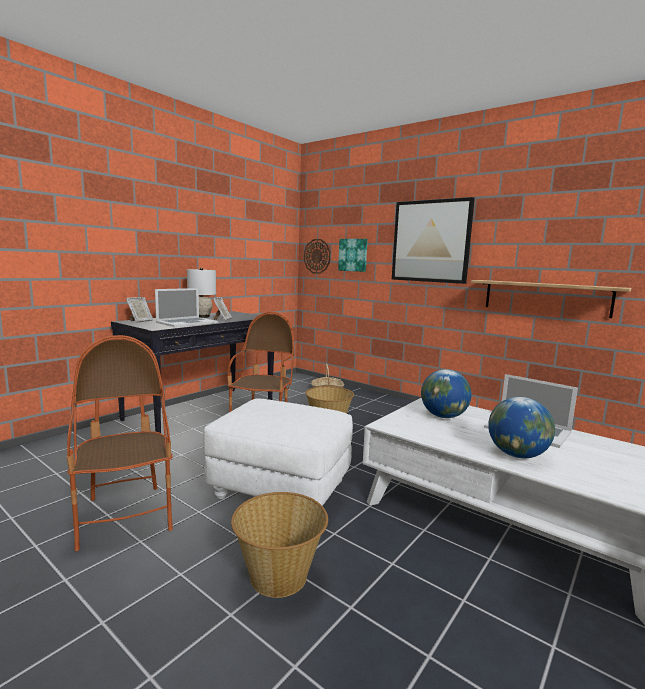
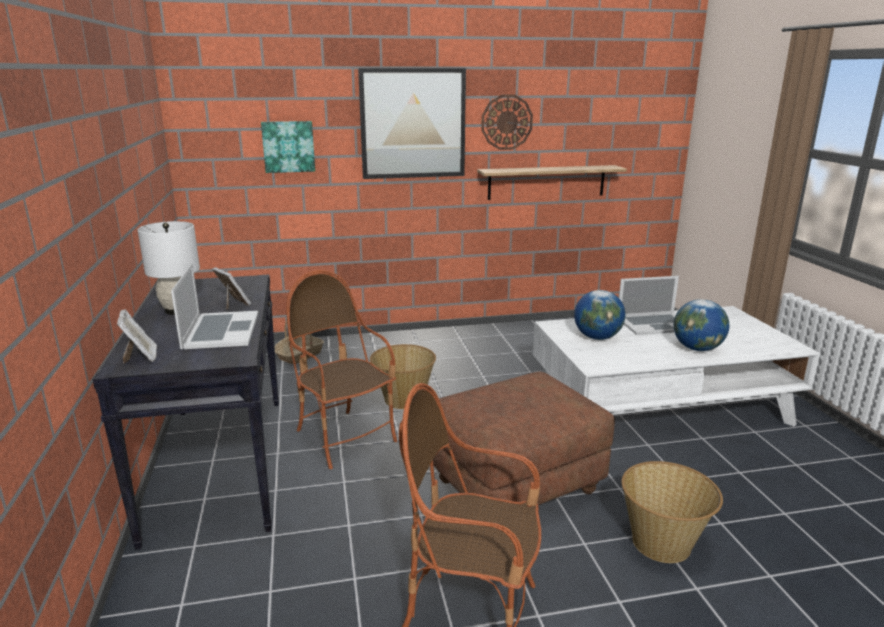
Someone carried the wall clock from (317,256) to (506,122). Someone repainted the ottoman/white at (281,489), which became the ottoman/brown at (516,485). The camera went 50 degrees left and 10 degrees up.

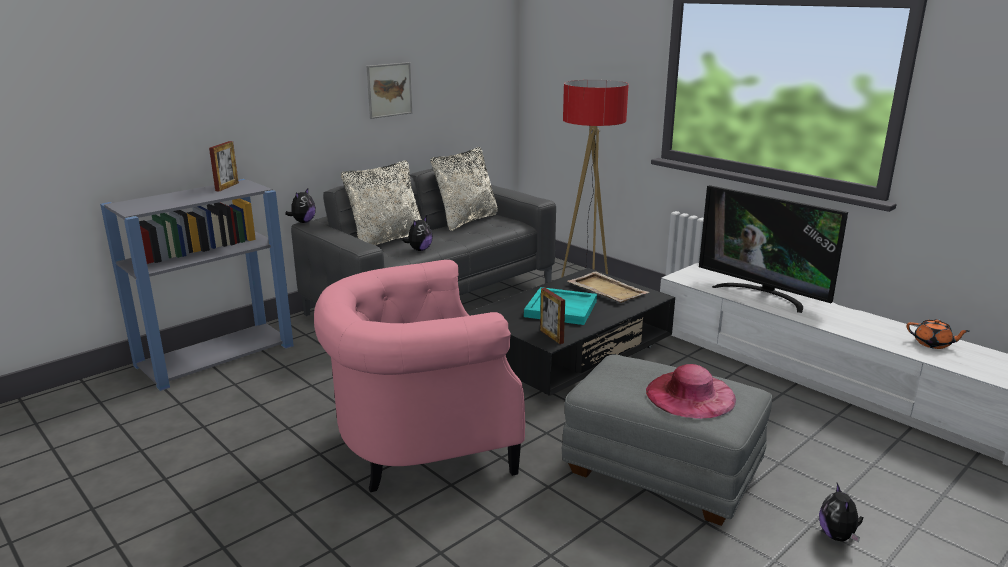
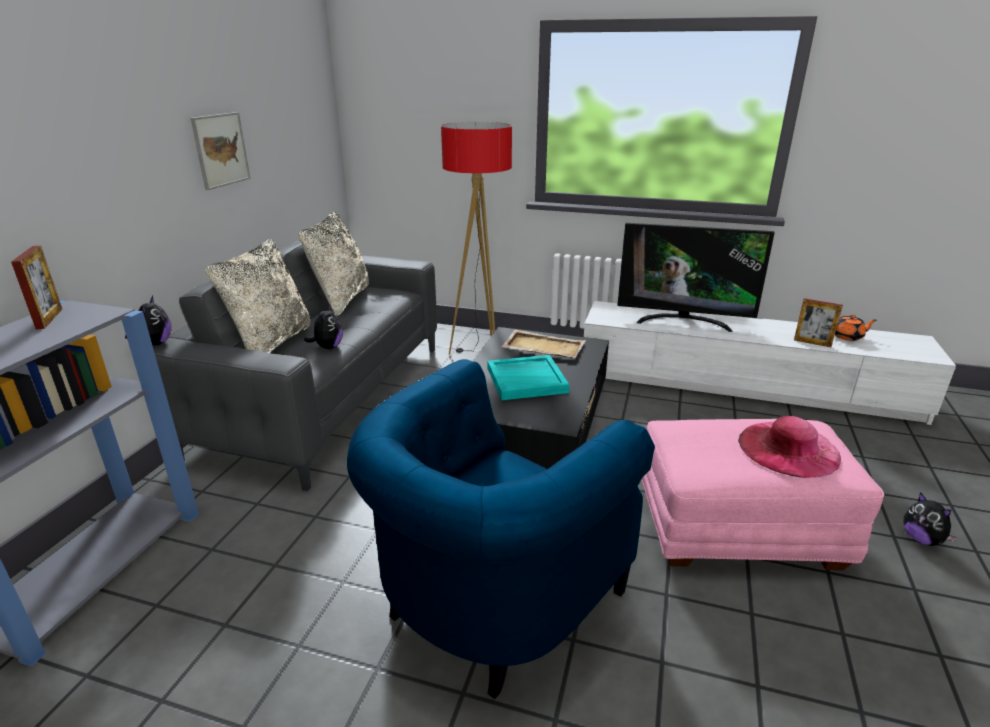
Someone repainted the armchair/pink at (421,448), which became the armchair/blue at (493,602). Someone carried the picture frame from (551,336) to (812,343). Someone repainted the ottoman/grey at (662,471), which became the ottoman/pink at (738,529). The camera went 30 degrees left and 5 degrees up.

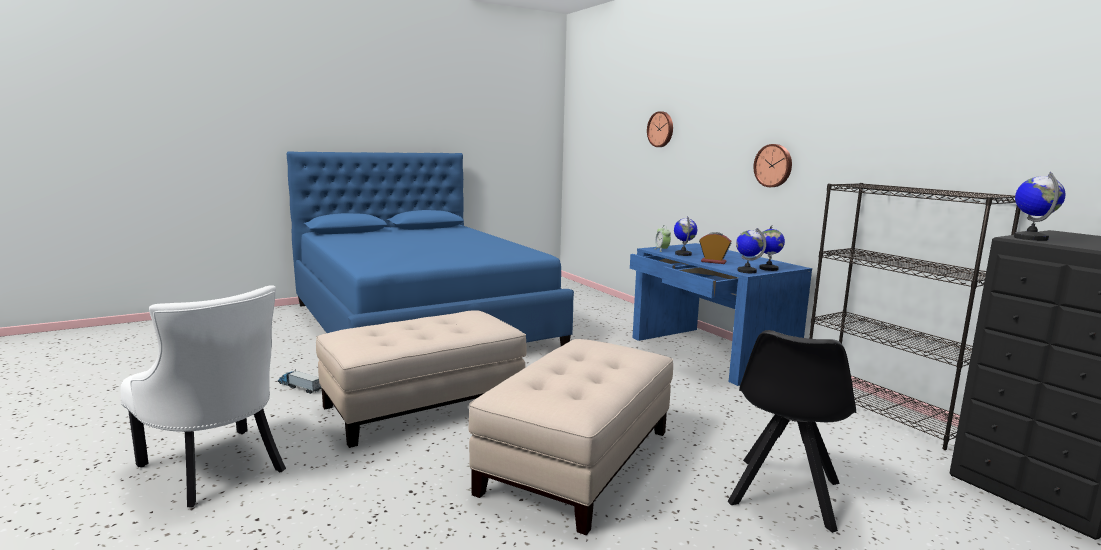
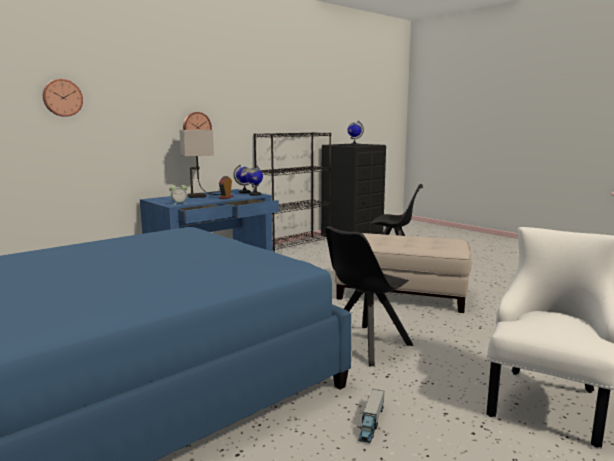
Someone took away the globe at (683,254). Someone swapped the ottoman/beige at (424,405) for the chair/black at (365,345). Someone put down the table lamp at (207,195). The camera went 100 degrees left and 0 degrees up.

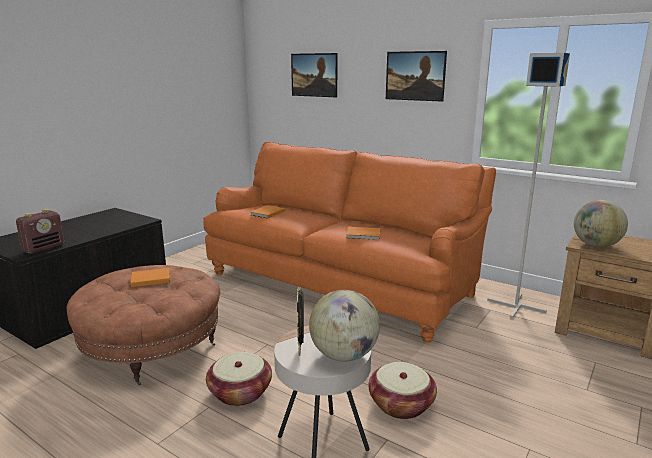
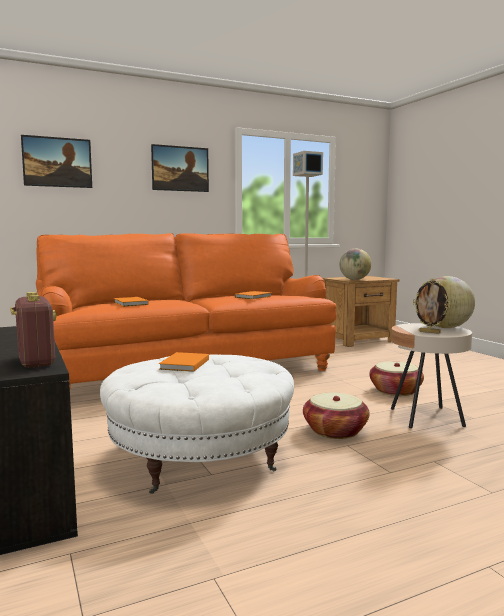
Someone repainted the ottoman/brown at (152,348), which became the ottoman/white at (200,457). The camera went 60 degrees left and 10 degrees down.

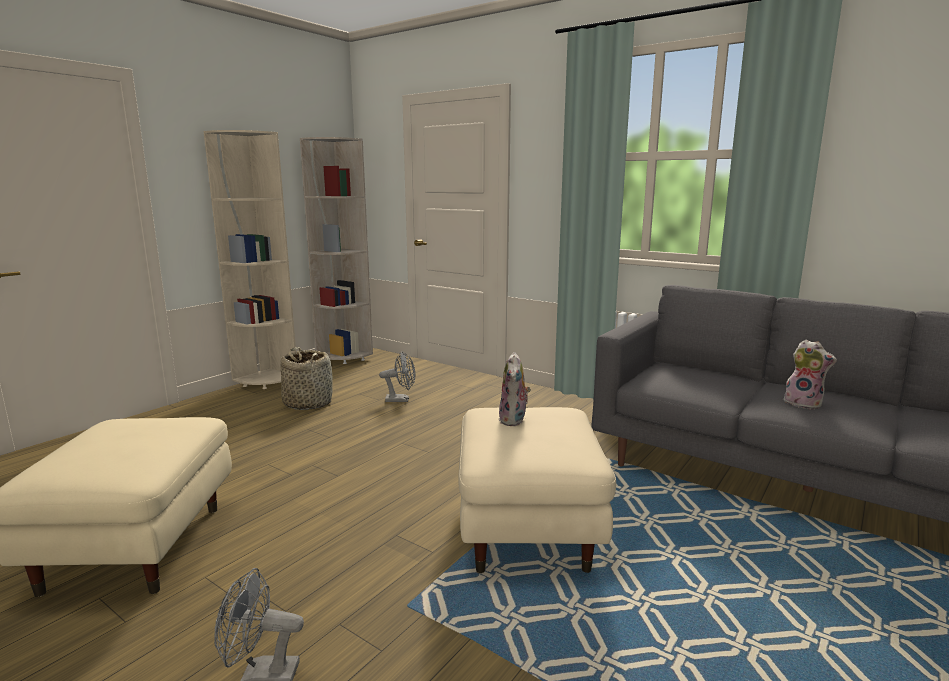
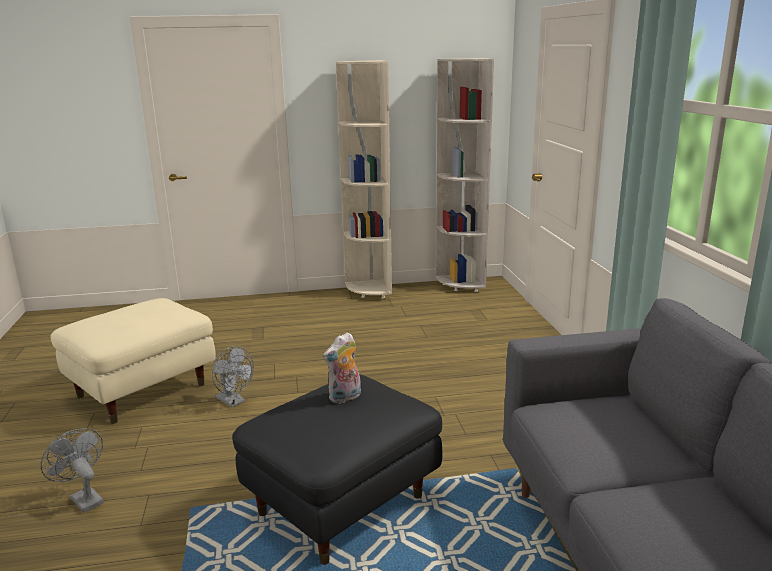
Someone took away the plush toy at (804,403). Someone took away the basket at (308,403). Someone carried the fan/grey from (401,399) to (234,401). Someone repainted the ottoman/beige at (527,529), which became the ottoman/black at (343,504). The camera went 45 degrees right and 5 degrees up.

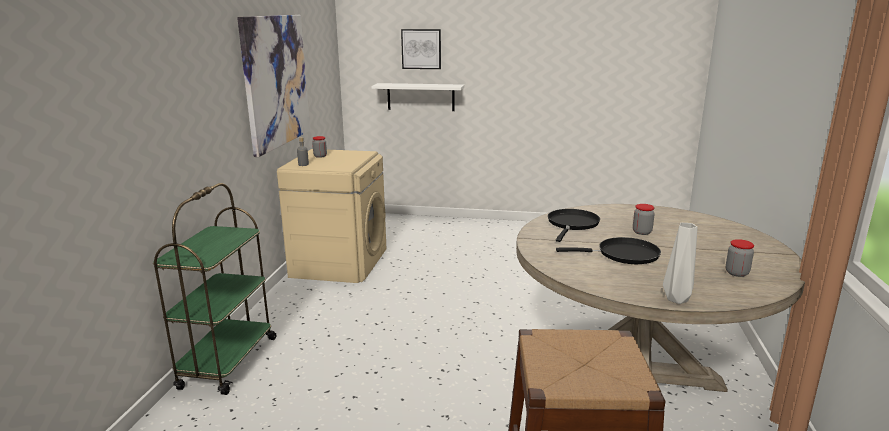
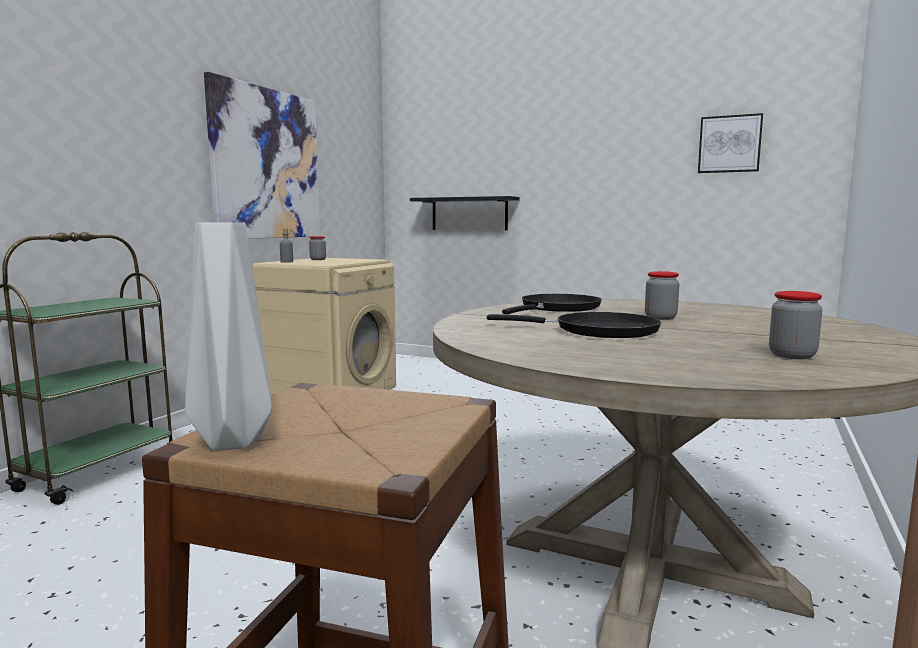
Someone carried the picture from (421,49) to (729,144). Someone repainted the shelf/white at (420,97), which became the shelf/black at (469,214). Someone carried the vase/grey from (676,299) to (236,441). The camera went 15 degrees right and 10 degrees down.

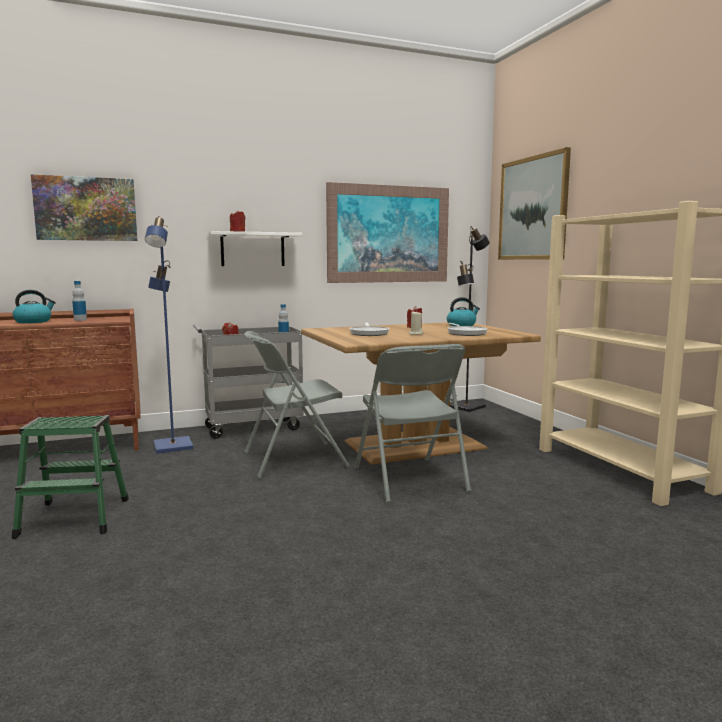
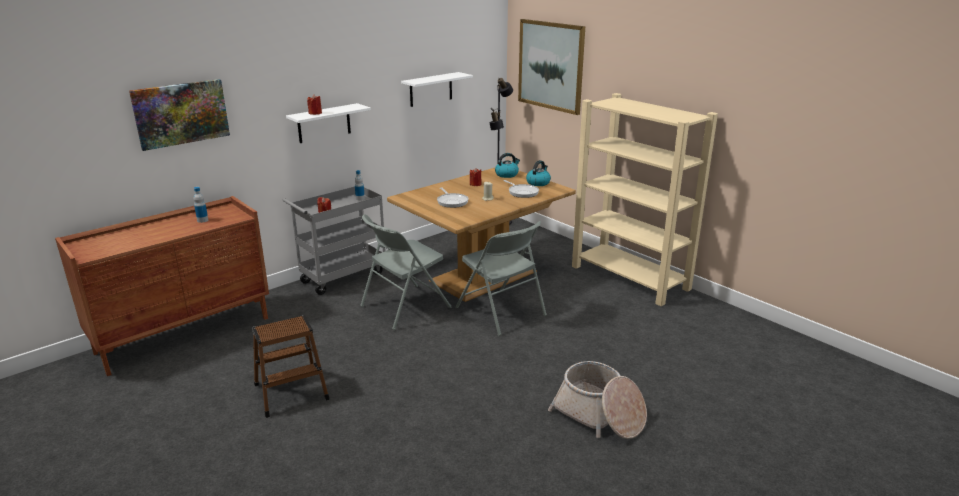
Someone swapped the picture at (389,234) for the shelf/white at (431,89). Someone took away the floor lamp/blue at (173,446). Someone carried the kettle from (33,321) to (538,183). Someone repainted the step ladder/green at (74,517), which became the step ladder/brown at (290,391). Someone put down the basket at (599,415). The camera went 20 degrees left and 15 degrees up.

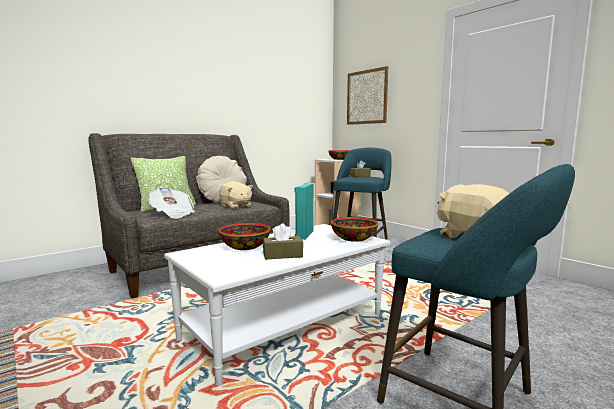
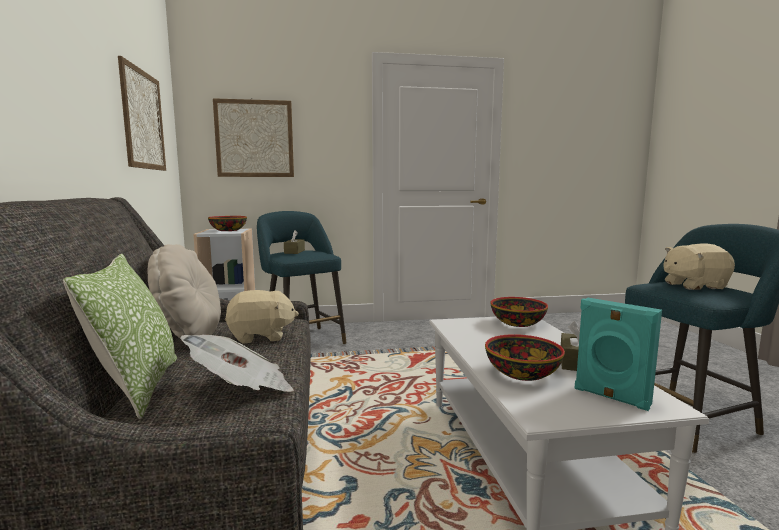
Someone carried the speaker/turquoise from (303,235) to (611,397). Someone put up the picture at (142,118). The camera went 60 degrees left and 0 degrees up.

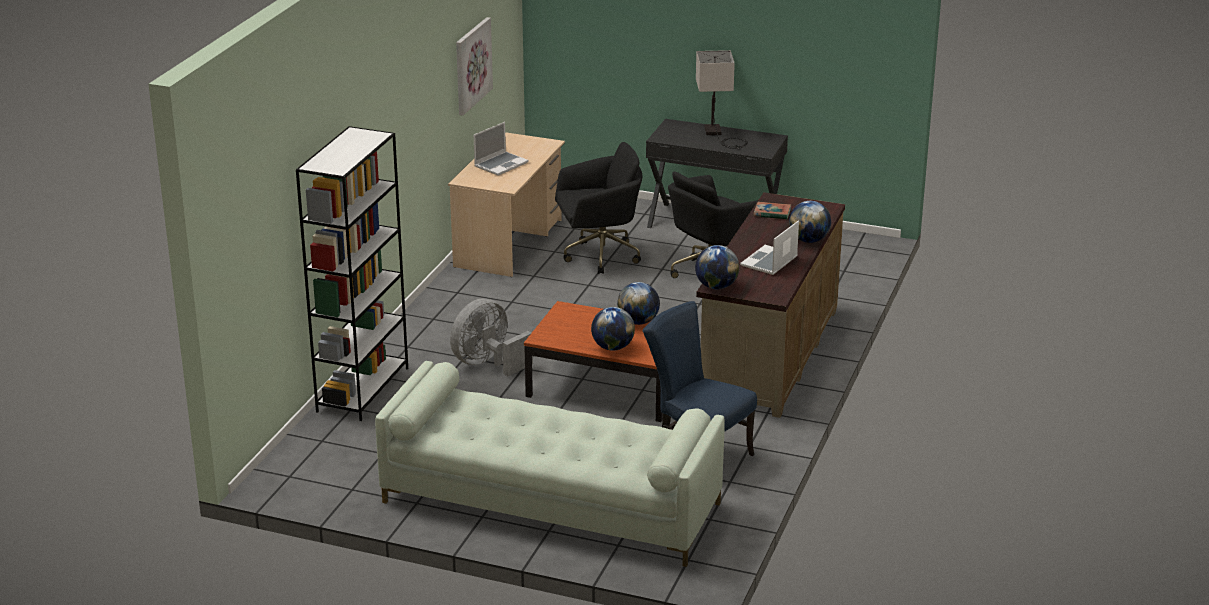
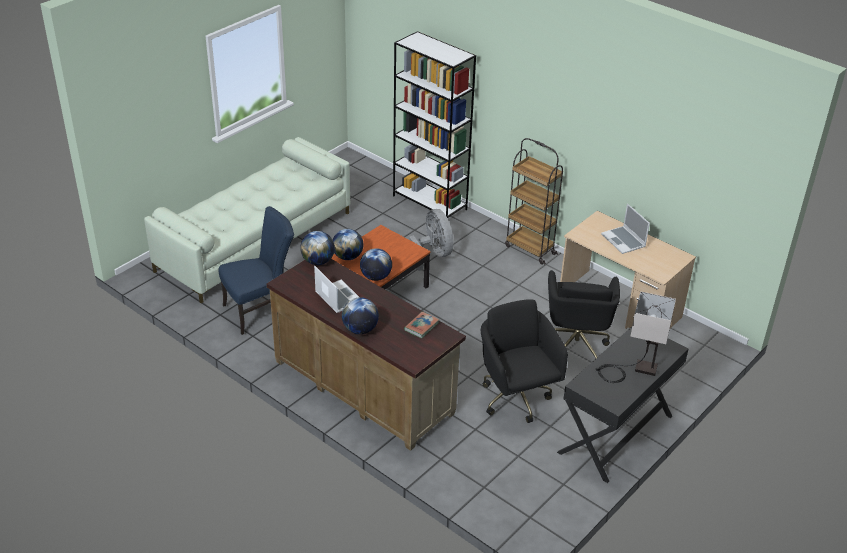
Someone took away the picture at (472,65). Someone put down the cart/brown at (530,250). The camera went 110 degrees right and 10 degrees up.

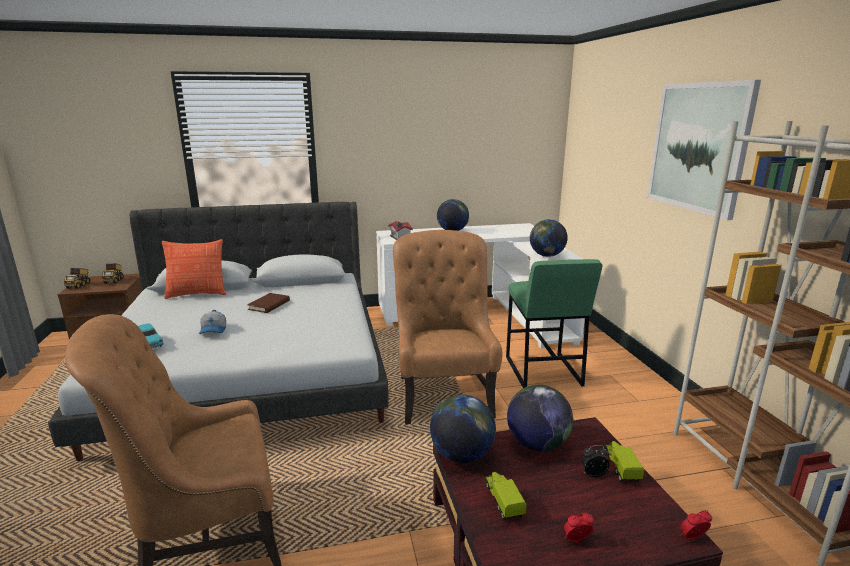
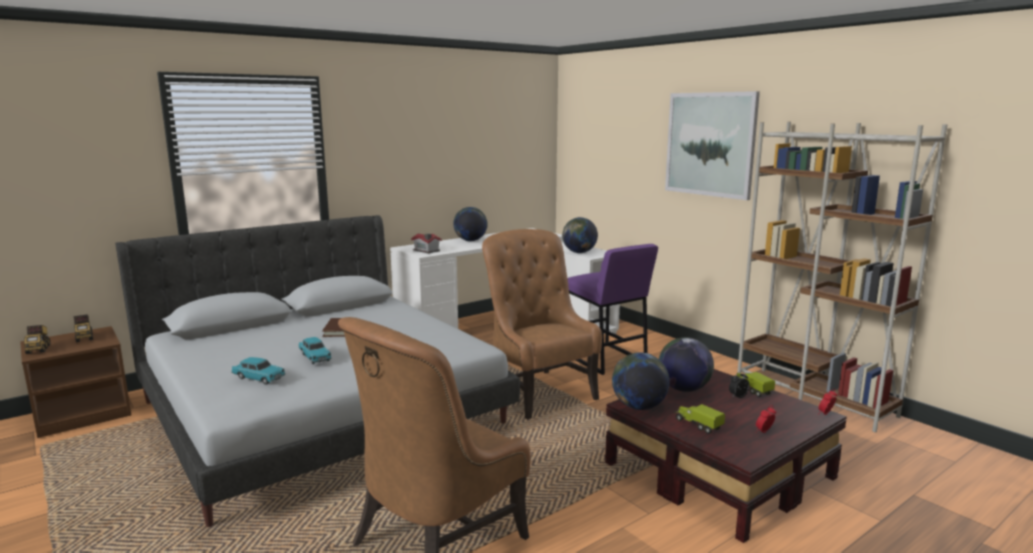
Someone took away the pillow/orange at (197,294). Someone repainted the chair/green at (543,372), which became the chair/purple at (606,359). Someone swapped the cap at (214,330) for the toy car/turquoise at (315,357). The camera went 25 degrees left and 5 degrees down.

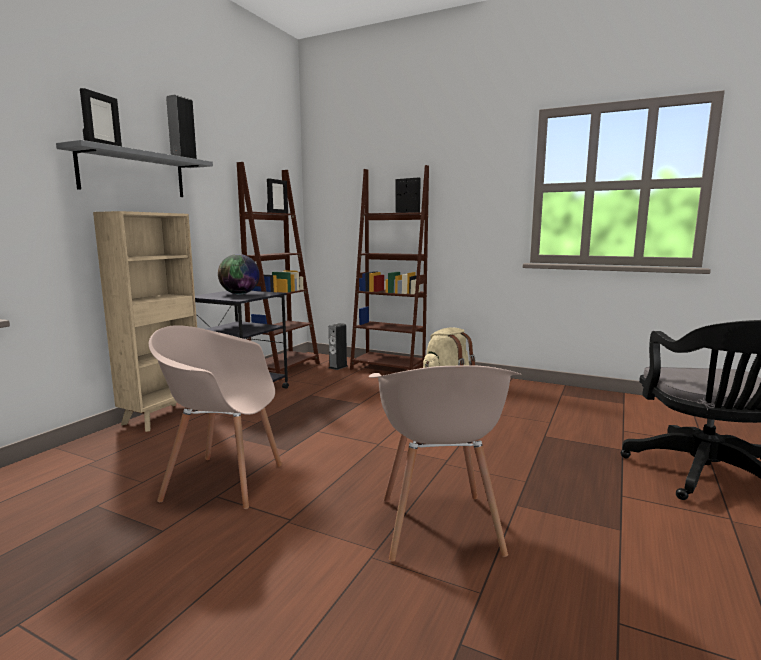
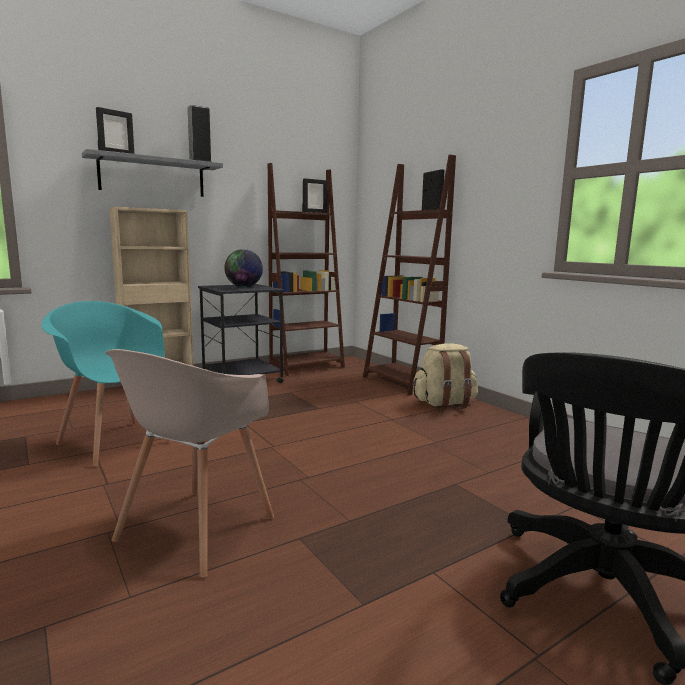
Someone took away the speaker at (338,367). Someone repainted the chair/beige at (223,482), which became the chair/turquoise at (114,442). The camera went 30 degrees right and 0 degrees up.

